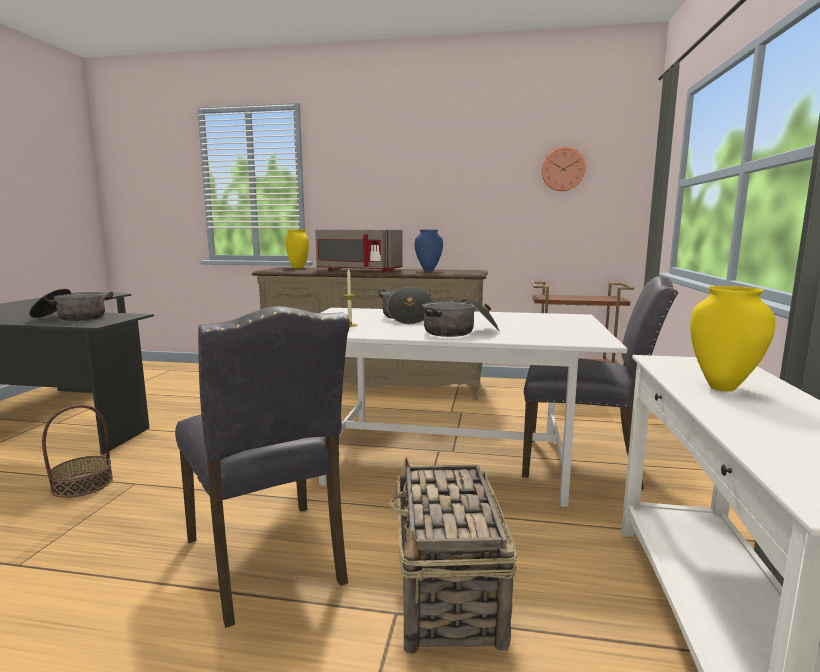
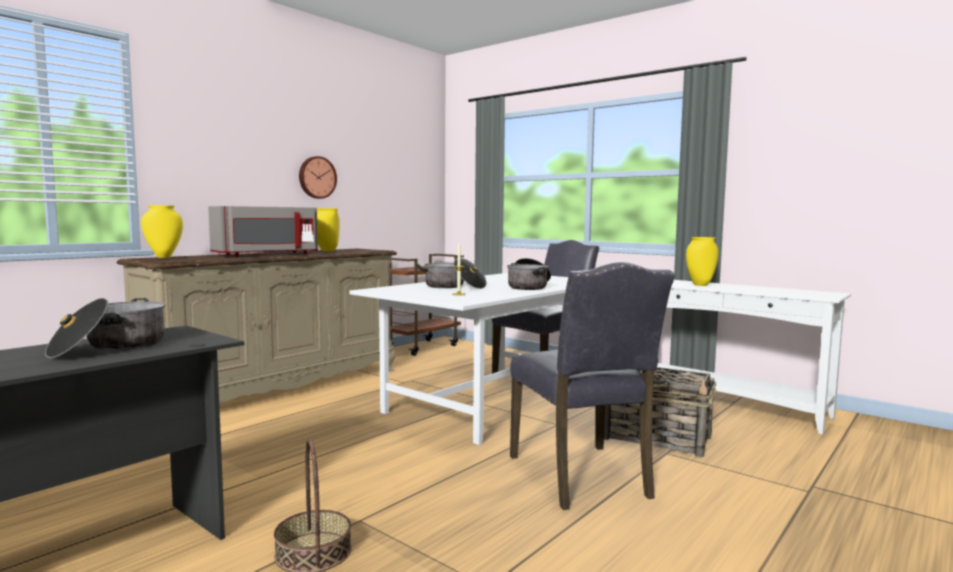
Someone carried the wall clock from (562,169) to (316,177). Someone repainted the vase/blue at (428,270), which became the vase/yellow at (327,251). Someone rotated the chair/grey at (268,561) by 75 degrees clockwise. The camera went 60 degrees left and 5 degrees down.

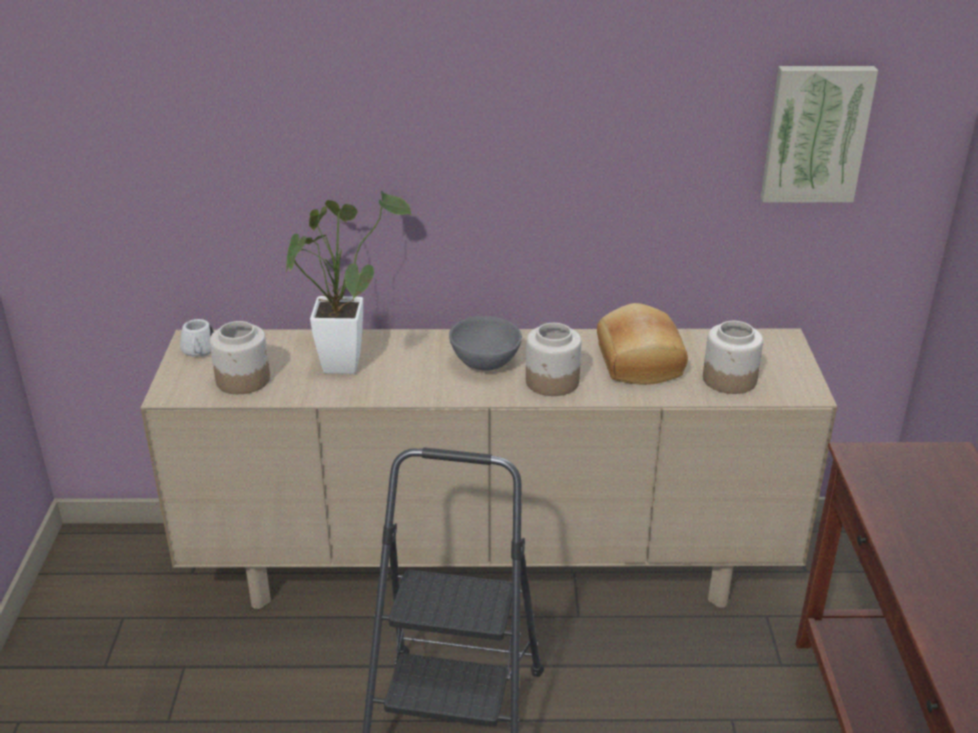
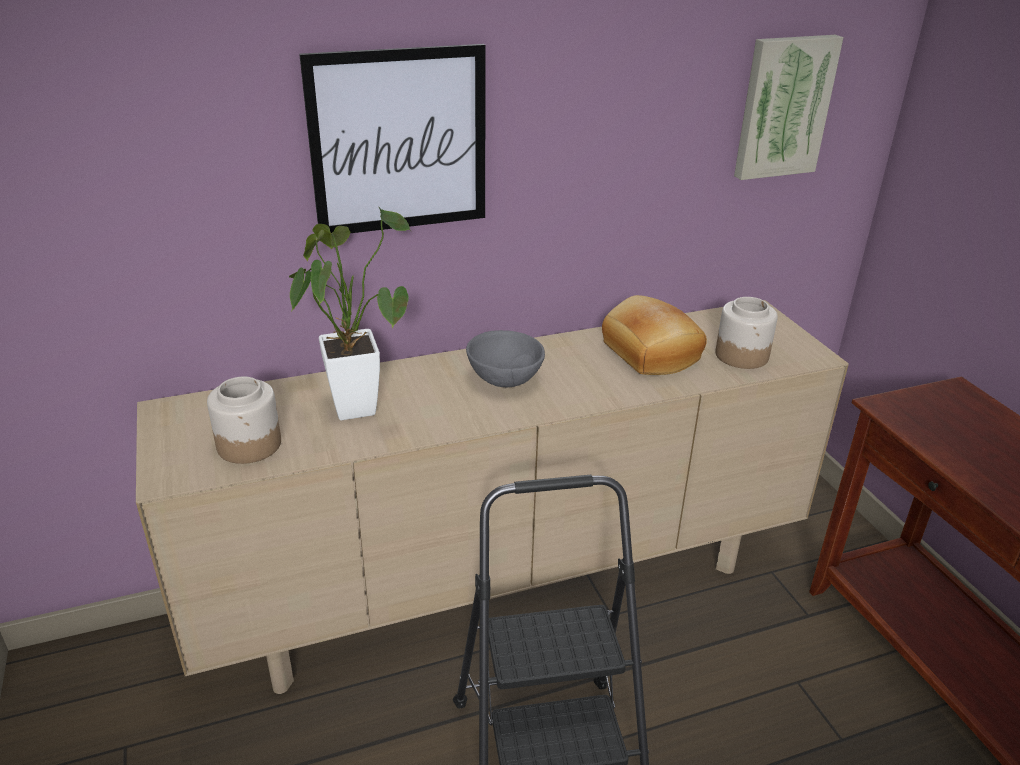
Someone took away the mug/white at (199,351). Someone took away the jar at (552,382). Someone put up the picture at (399,141). The camera went 20 degrees left and 0 degrees up.

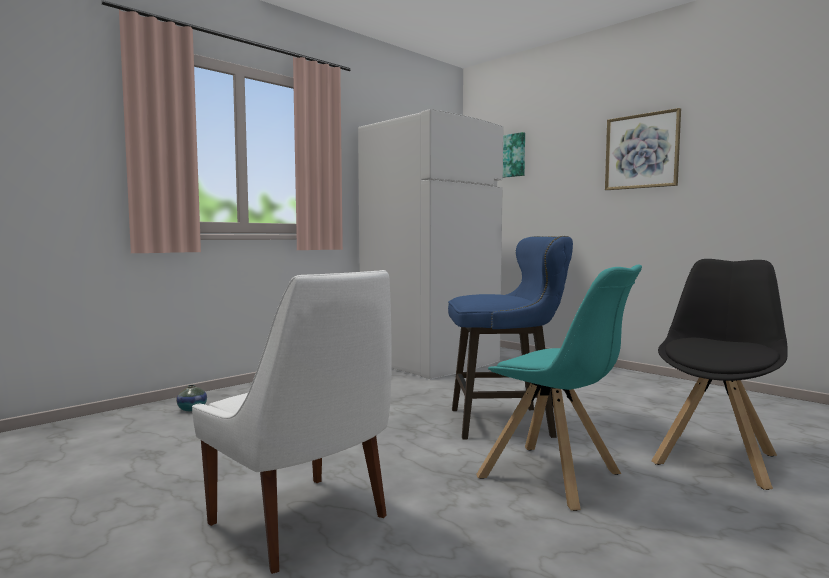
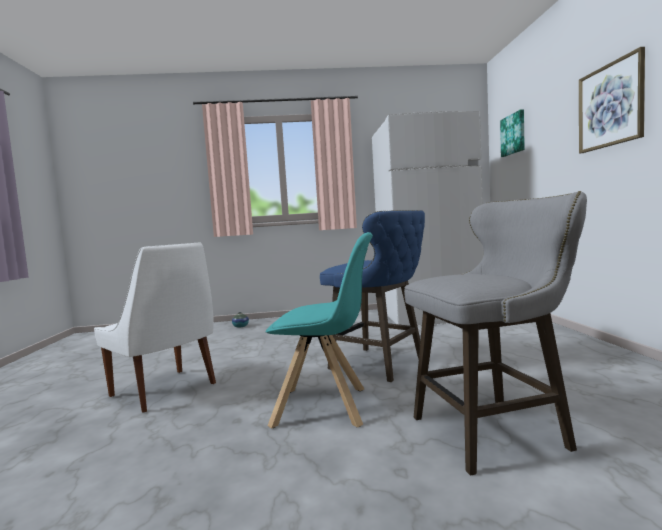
Someone swapped the chair/black at (715,457) for the stool/grey at (494,431). Someone rotated the chair/turquoise at (555,477) by 75 degrees counterclockwise. Someone rotated the chair/white at (303,523) by 45 degrees counterclockwise. The camera went 40 degrees right and 0 degrees up.

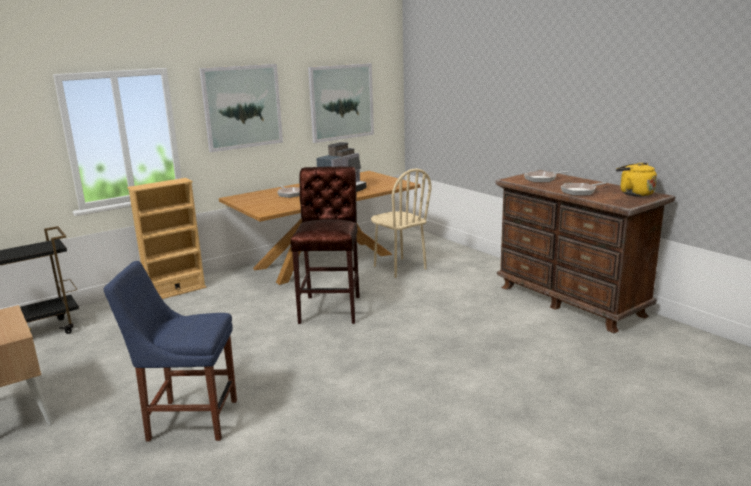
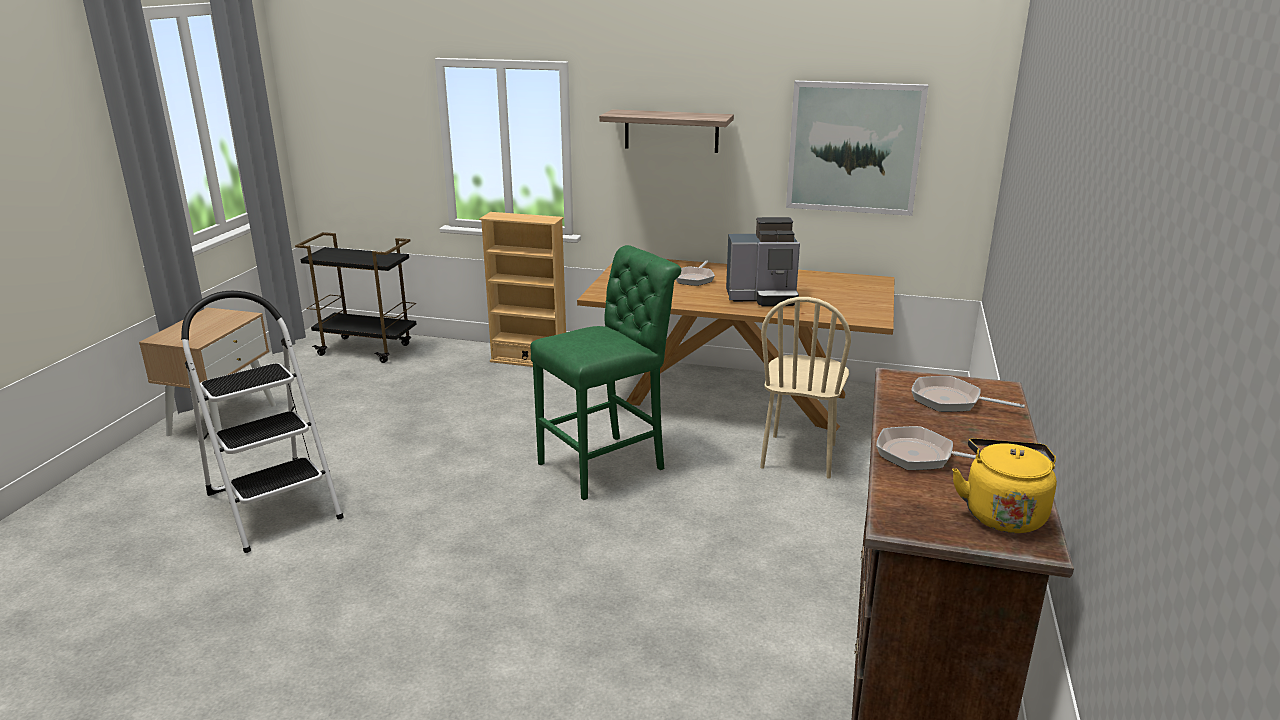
Someone swapped the picture at (242,107) for the shelf at (671,131). Someone repainted the stool/brown at (331,307), which became the stool/green at (608,464). Someone swapped the chair/blue at (188,419) for the step ladder at (273,504). The camera went 50 degrees right and 5 degrees up.

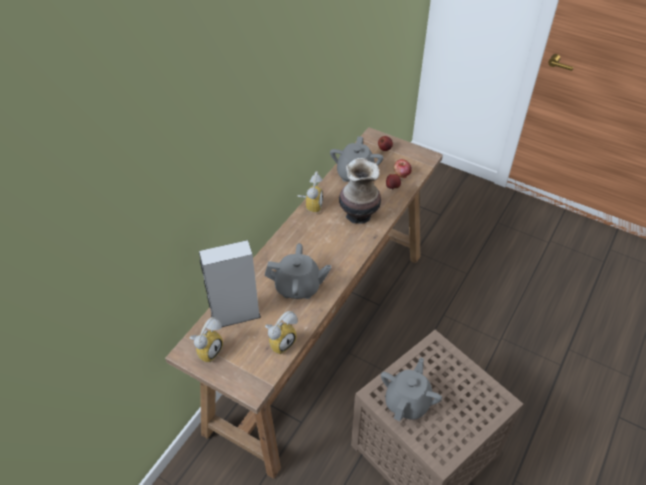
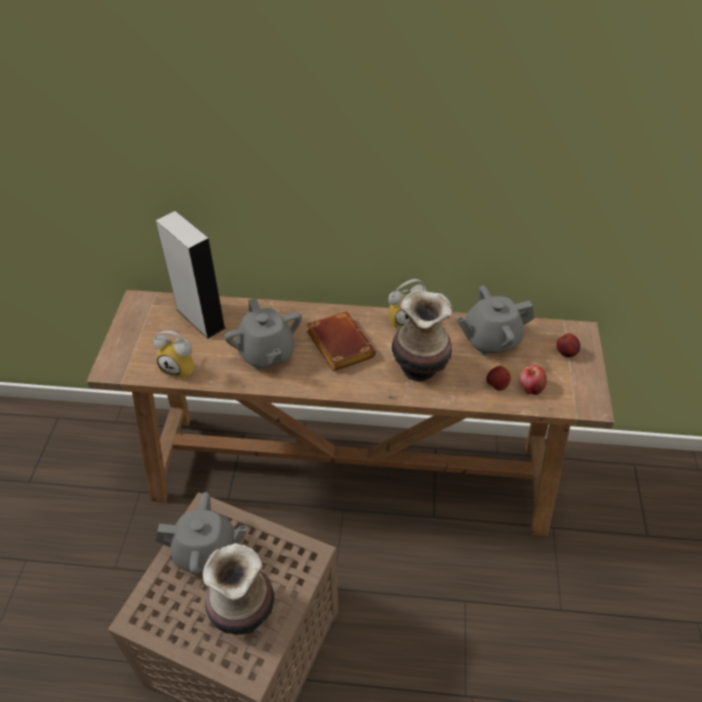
Someone took away the alarm clock at (208,349). Someone put down the book/brown at (337,345). Someone put down the vase at (242,614). The camera went 65 degrees right and 0 degrees up.

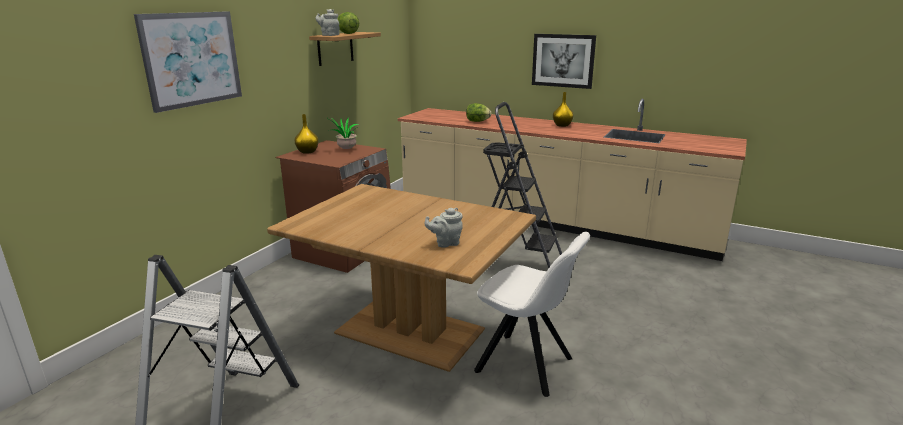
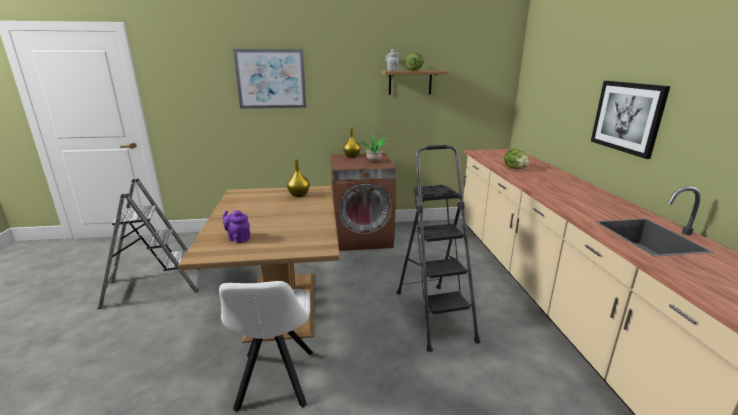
Someone carried the vase/yellow from (562,125) to (298,195). Someone repainted the teapot/grey at (445,243), which became the teapot/purple at (238,238). The camera went 55 degrees right and 0 degrees up.

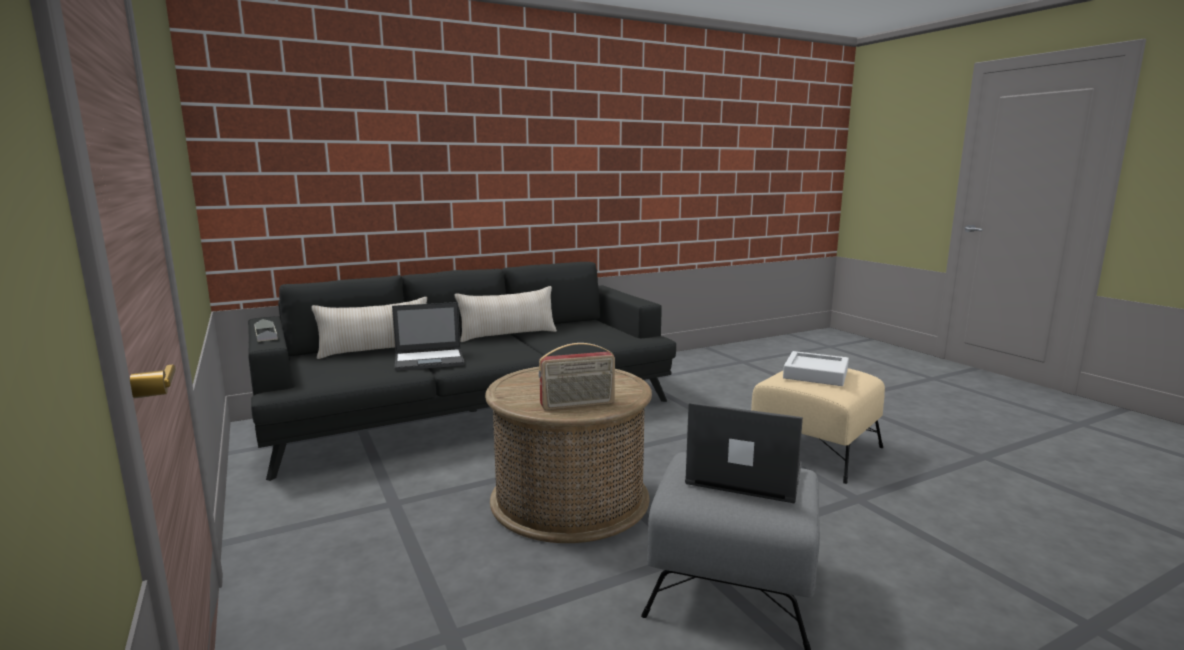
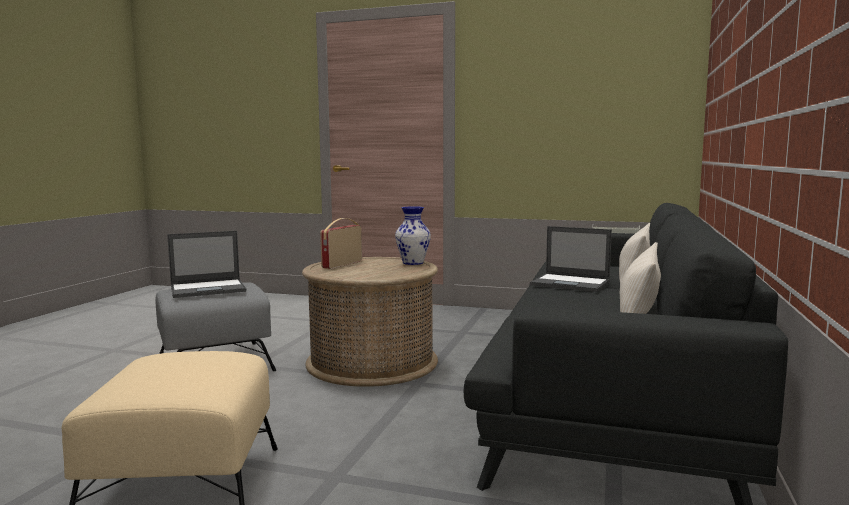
Someone rotated the laptop at (430,360) by 90 degrees counterclockwise. Someone took away the tray/grey at (815,374). Someone put down the vase at (412,263). The camera went 135 degrees right and 5 degrees down.

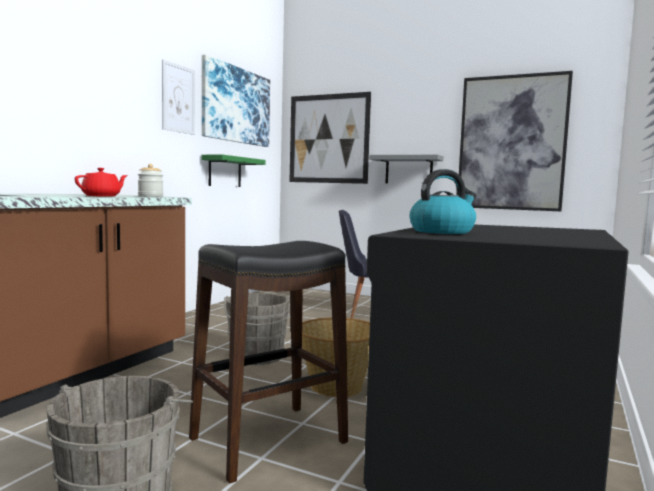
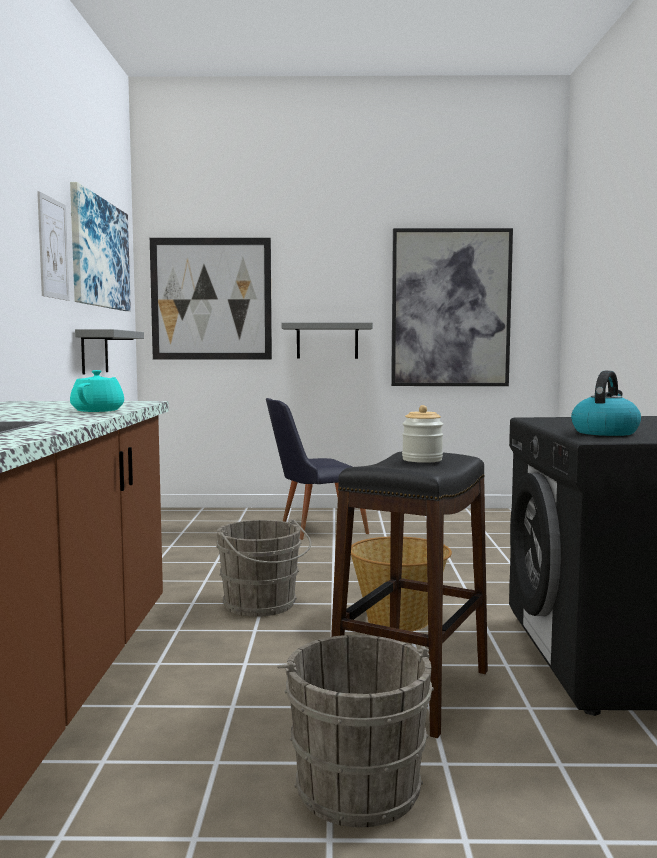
Someone repainted the shelf/green at (225,171), which became the shelf/grey at (94,352). Someone carried the jar from (150,196) to (422,460). Someone repainted the teapot/red at (102,196), which became the teapot/turquoise at (98,410). The camera went 25 degrees left and 0 degrees up.

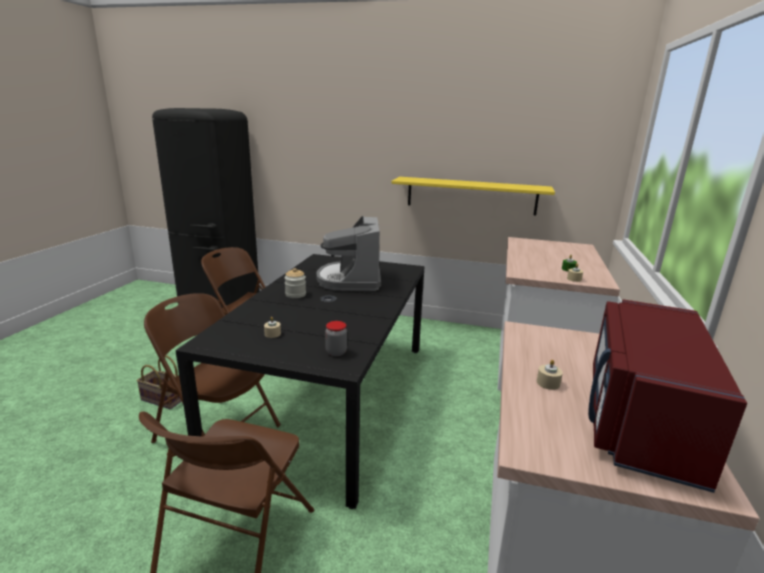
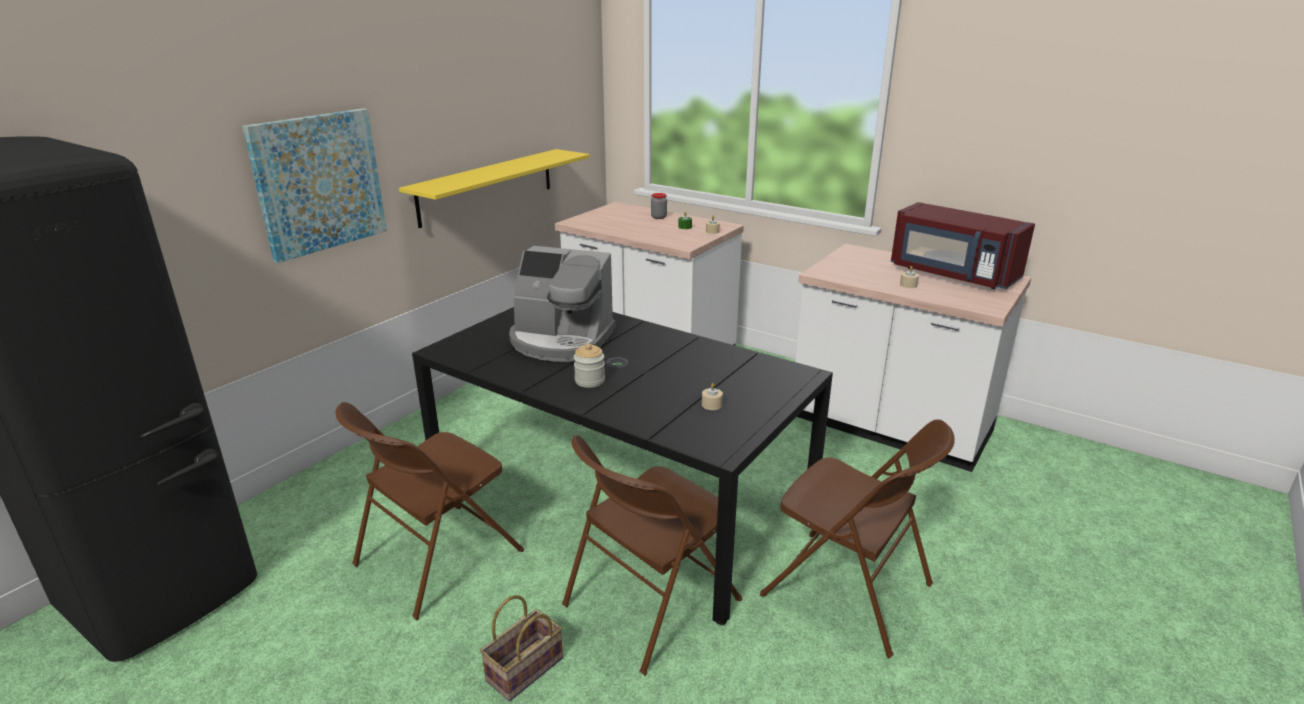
Someone carried the jar from (336,352) to (658,217). Someone put up the picture at (319,182). The camera went 70 degrees left and 5 degrees up.

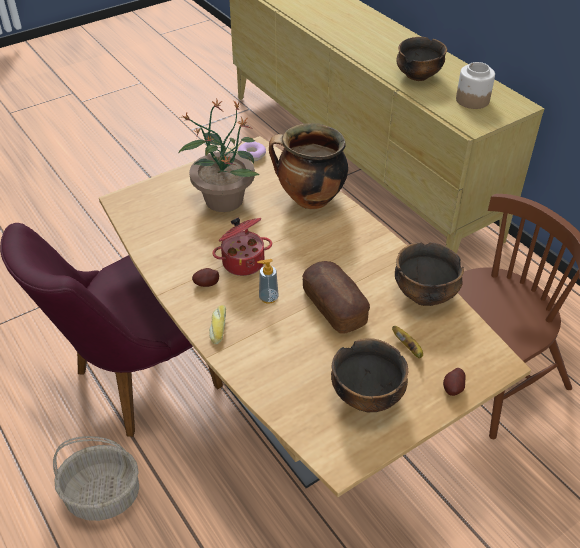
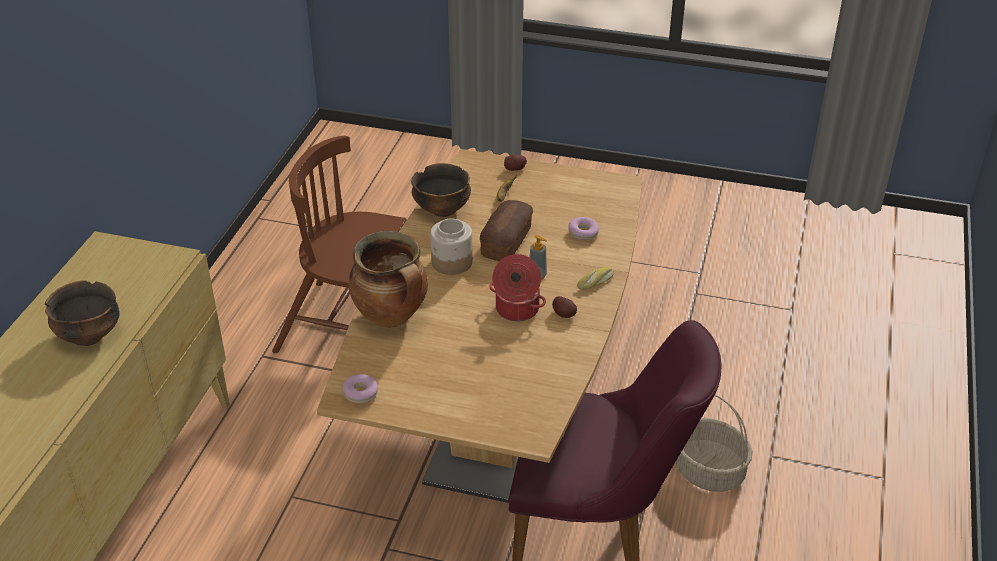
Someone carried the jar from (472,100) to (451,262). Someone took away the potted plant at (224,199). Someone took away the bowl at (367,396). Someone put down the donut at (583,233). The camera went 130 degrees left and 5 degrees down.

